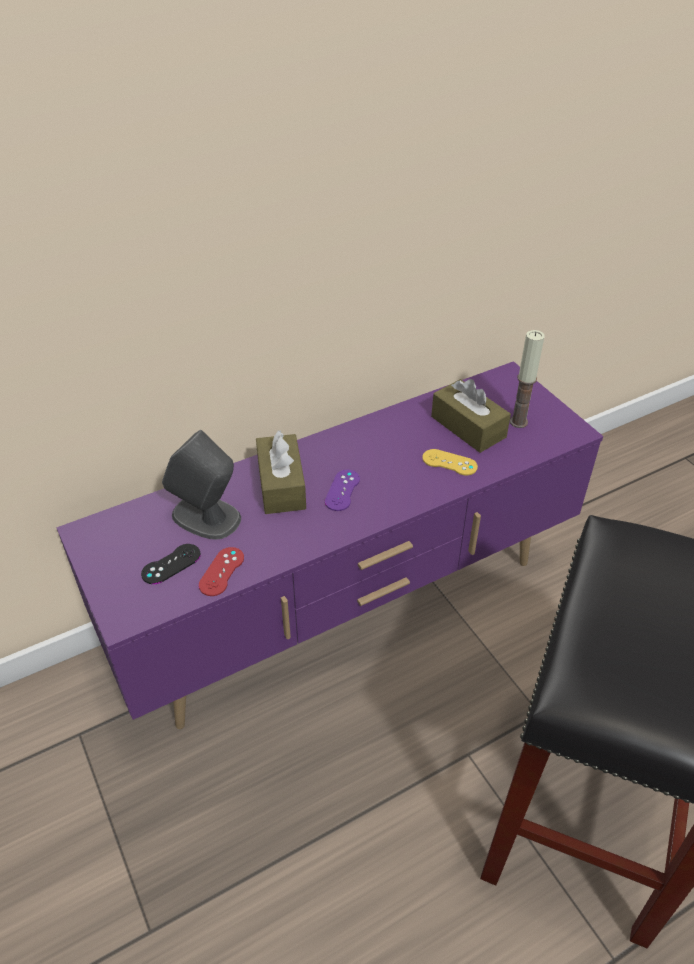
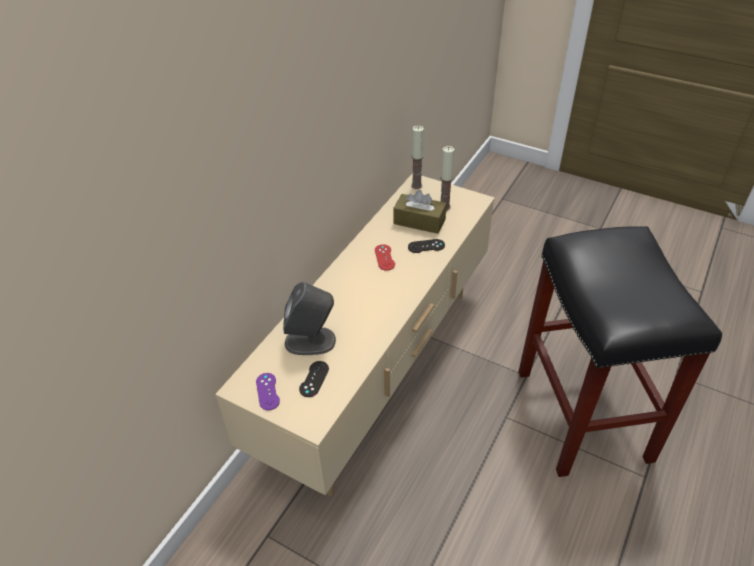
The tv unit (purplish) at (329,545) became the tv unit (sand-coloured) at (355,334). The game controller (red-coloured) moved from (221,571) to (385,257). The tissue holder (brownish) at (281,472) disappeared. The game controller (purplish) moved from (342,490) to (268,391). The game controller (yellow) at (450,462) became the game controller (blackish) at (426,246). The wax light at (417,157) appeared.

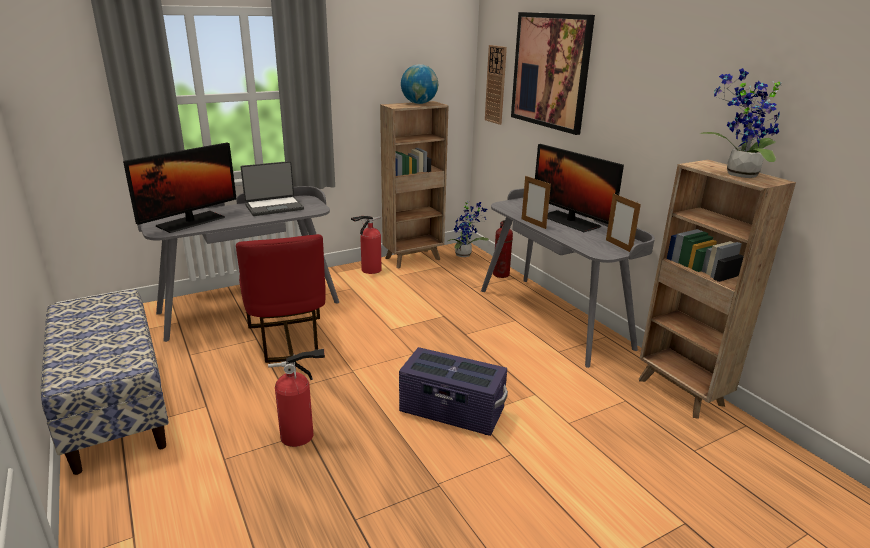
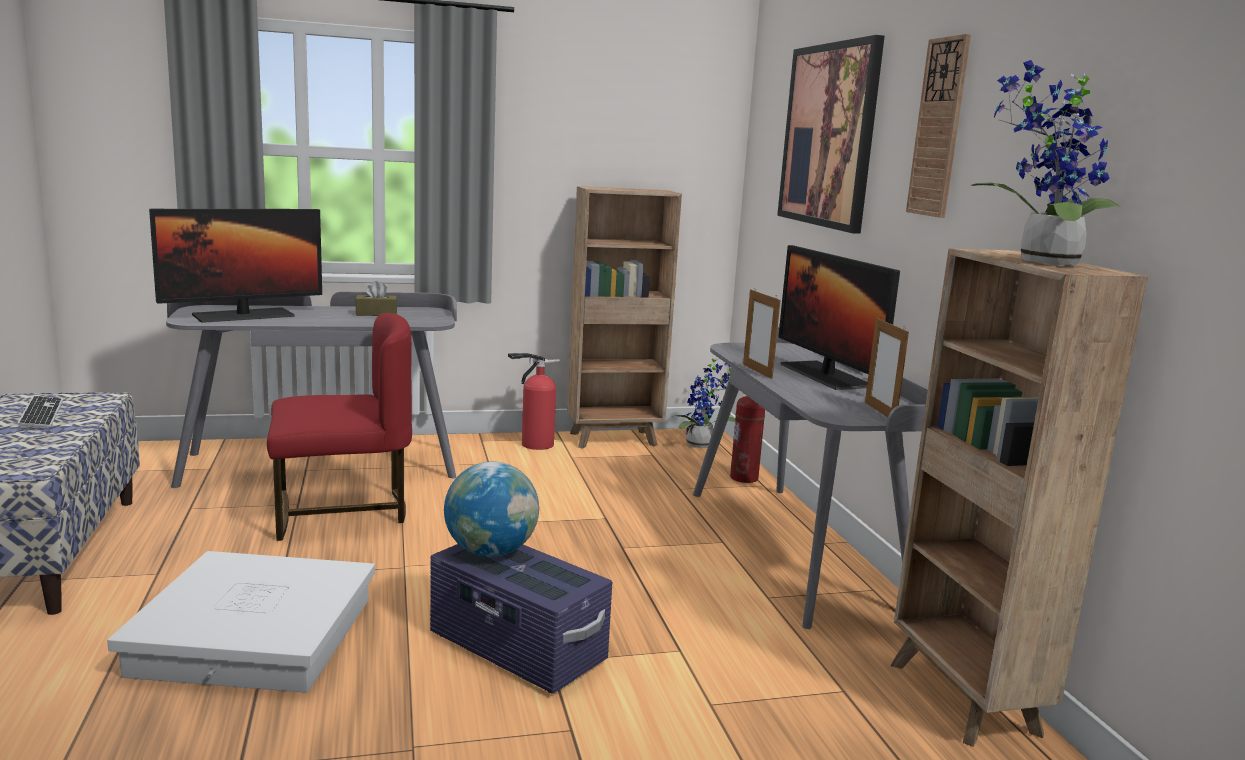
The upright chair (red-coloured) at (281,298) turned 105 degrees counterclockwise. The laptop at (272,188) was replaced by the tissue holder (brownish) at (376,298). The fire-fighting cylinder at (296,398) was replaced by the storage bin (whitish) at (241,622). The desk globe moved from (419,84) to (491,509). The clock on the wall moved from (496,85) to (938,126). The PC keyboard at (40,412) appeared.

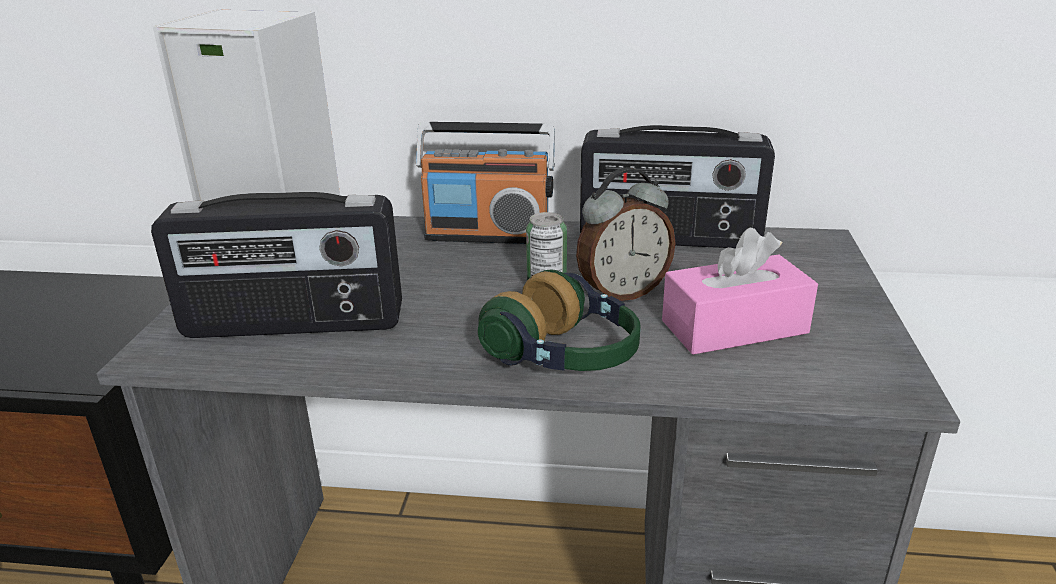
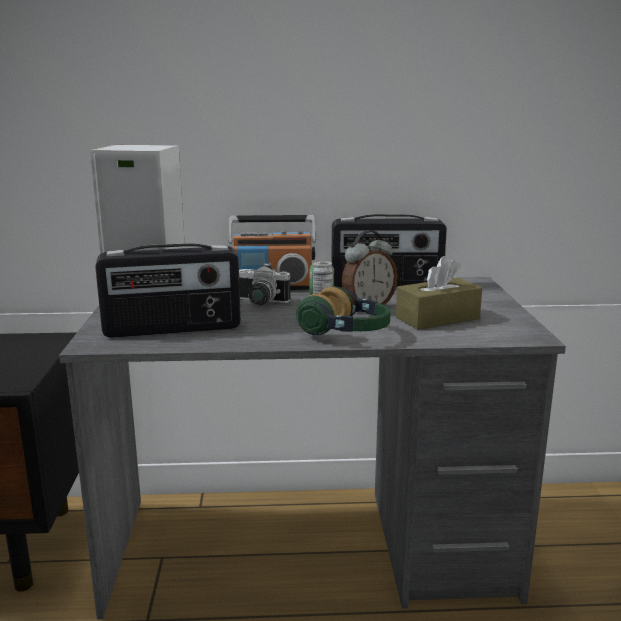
The tissue holder (pink) at (740,291) became the tissue holder (brownish) at (439,293). The still camera at (265,284) appeared.

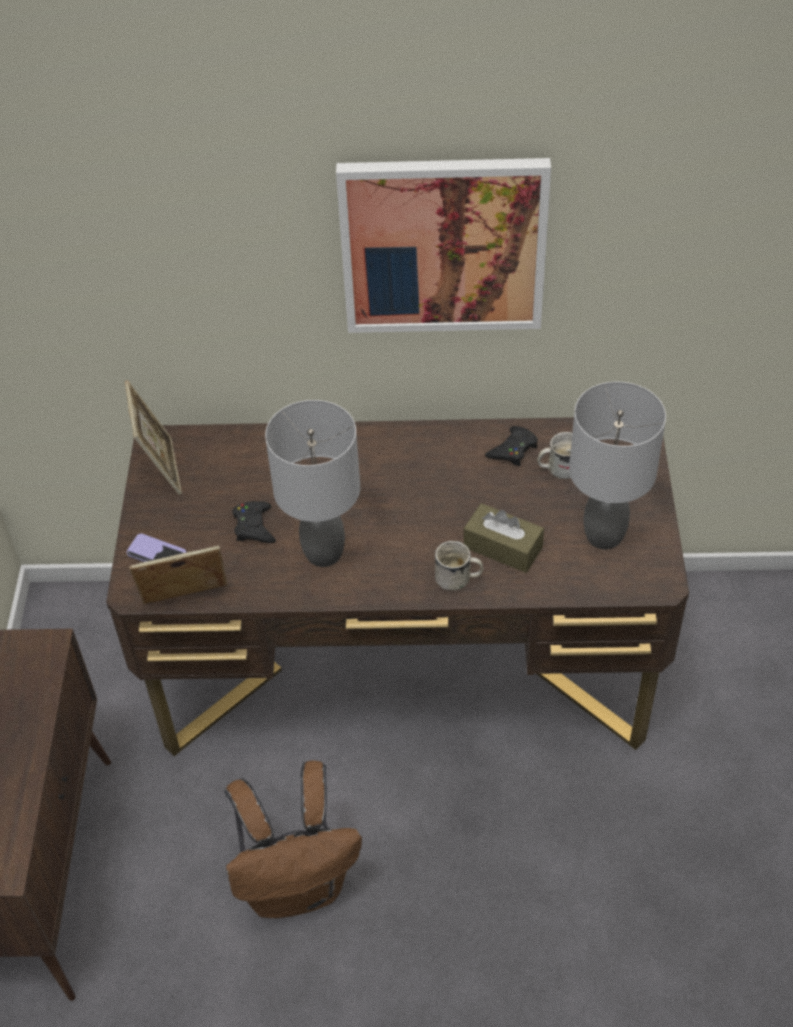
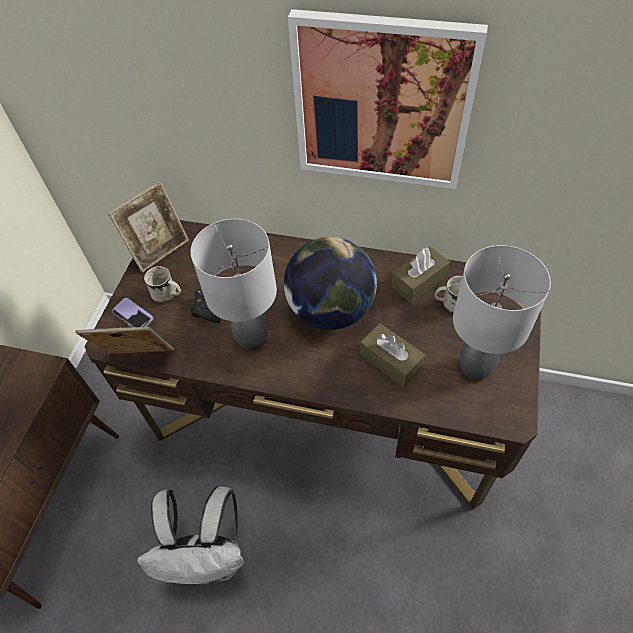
The standing frame at (153,437) turned 45 degrees clockwise. The knapsack (brownish) at (293,839) became the knapsack (whitish) at (190,536). The coffee mug (whitish) moved from (459,565) to (162,284). The game controller (blackish) at (511,446) was replaced by the tissue holder (brownish) at (420,274). The desk globe at (330,283) appeared.

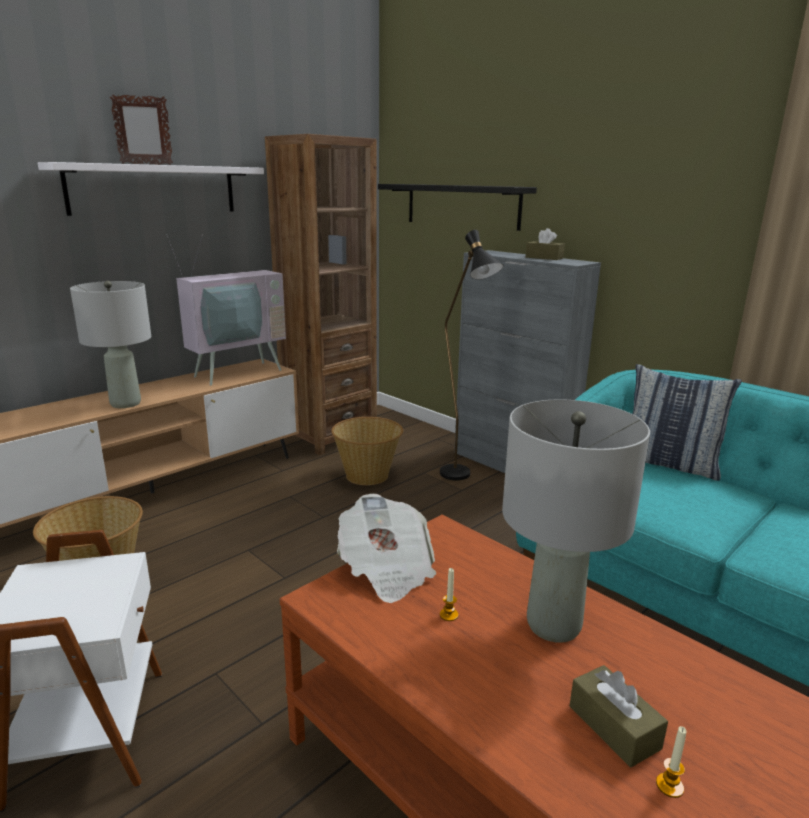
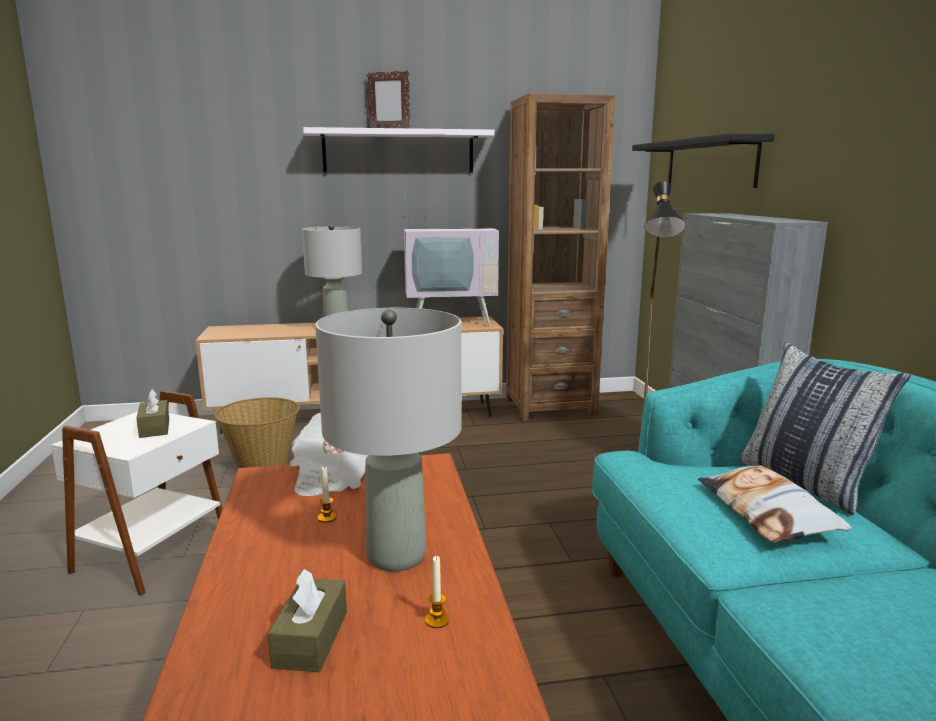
The household basket at (367,451) disappeared. The tissue holder (brownish) moved from (545,244) to (152,413). The wax light moved from (671,762) to (437,592). The pillow at (775,504) appeared.

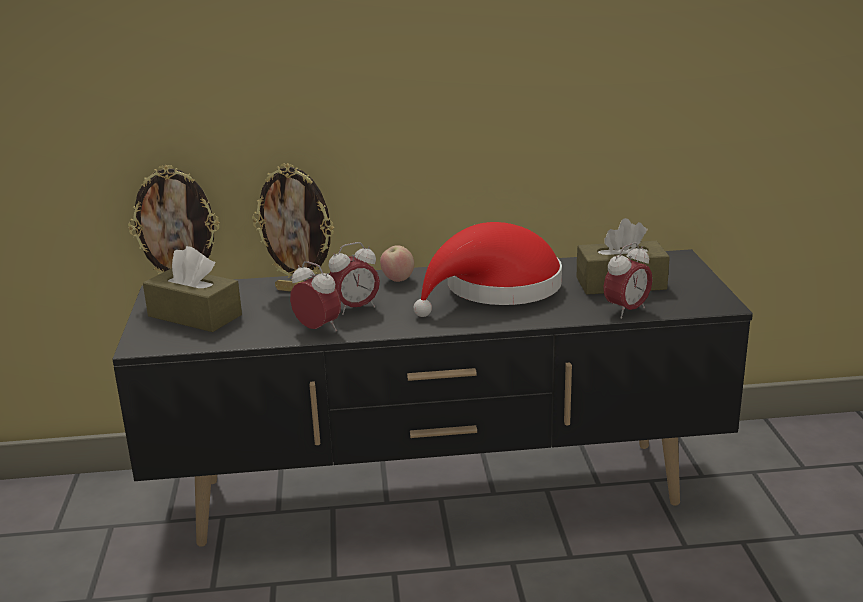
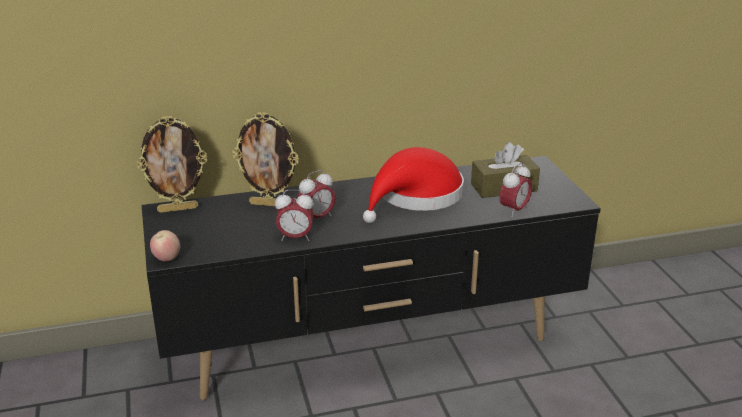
The tissue holder (brownish) at (192,289) disappeared. The table clock at (315,296) turned 150 degrees clockwise. The apple moved from (397,263) to (165,246).

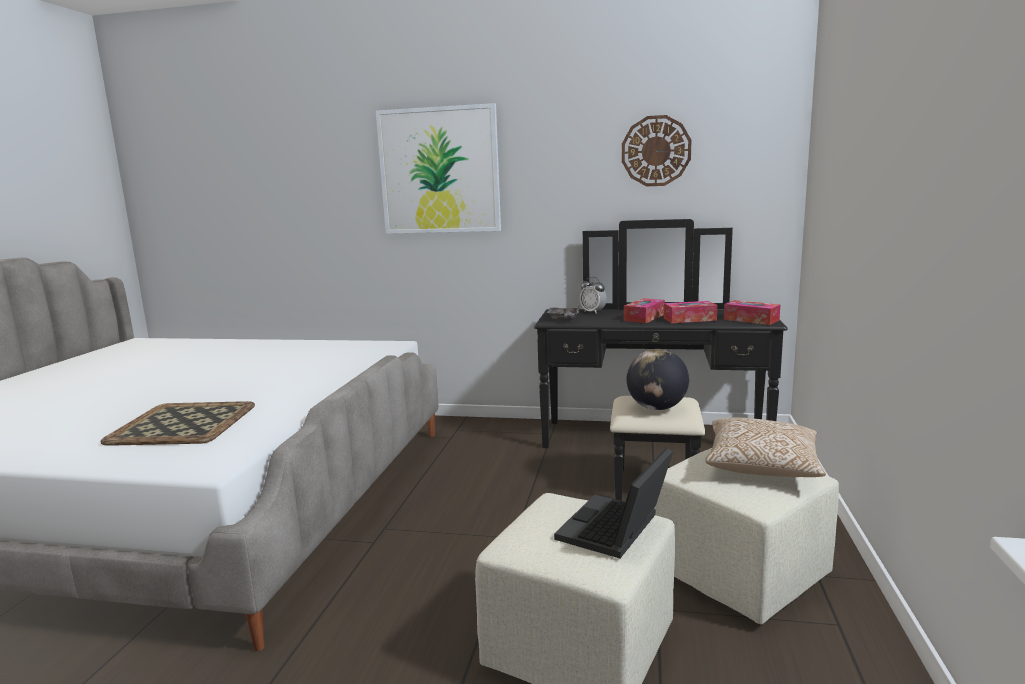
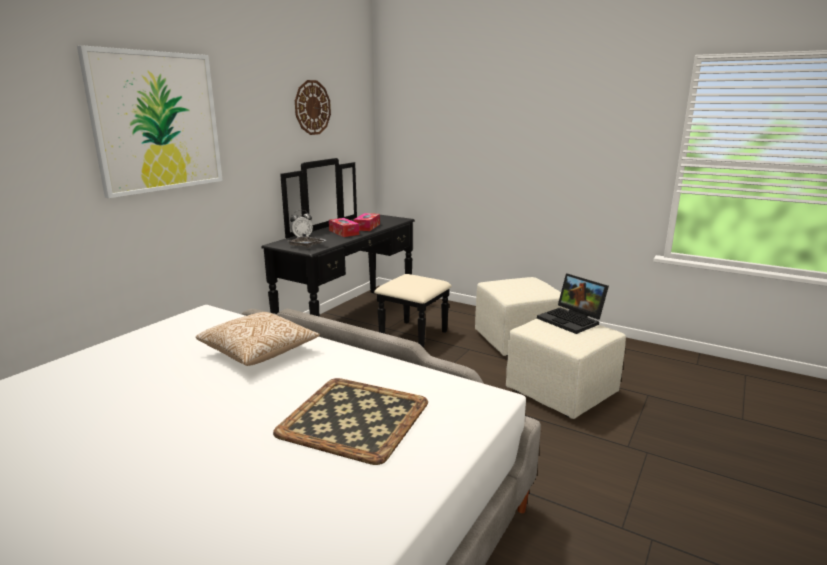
The desk globe at (657,379) disappeared. The pillow moved from (765,447) to (258,339). The tissue holder at (752,312) disappeared.

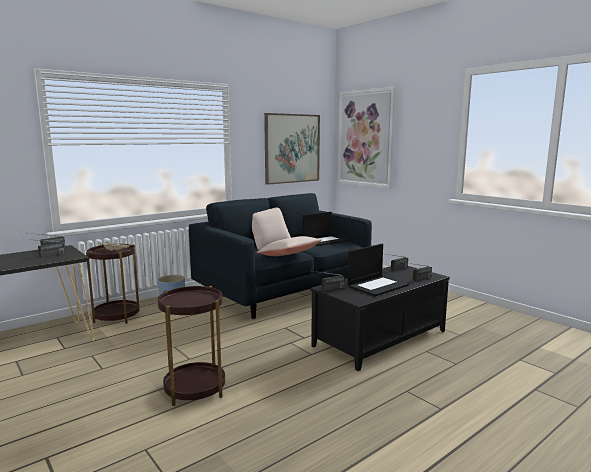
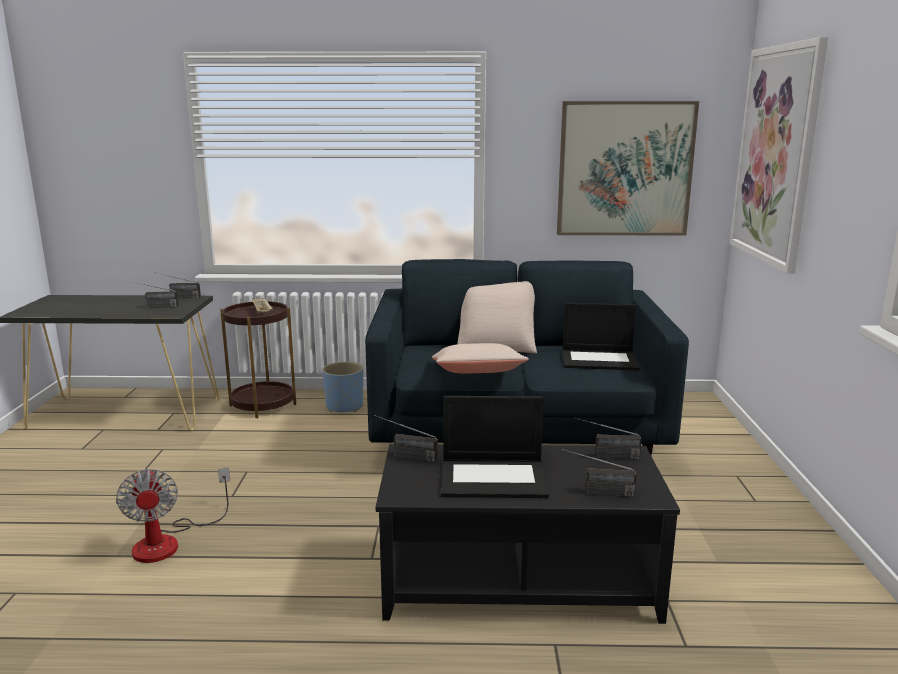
The end table (brownish) at (191,346) was replaced by the electric fan at (173,515).

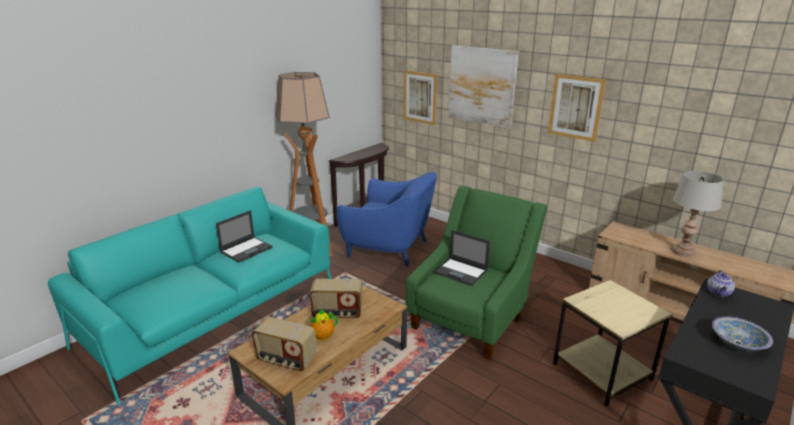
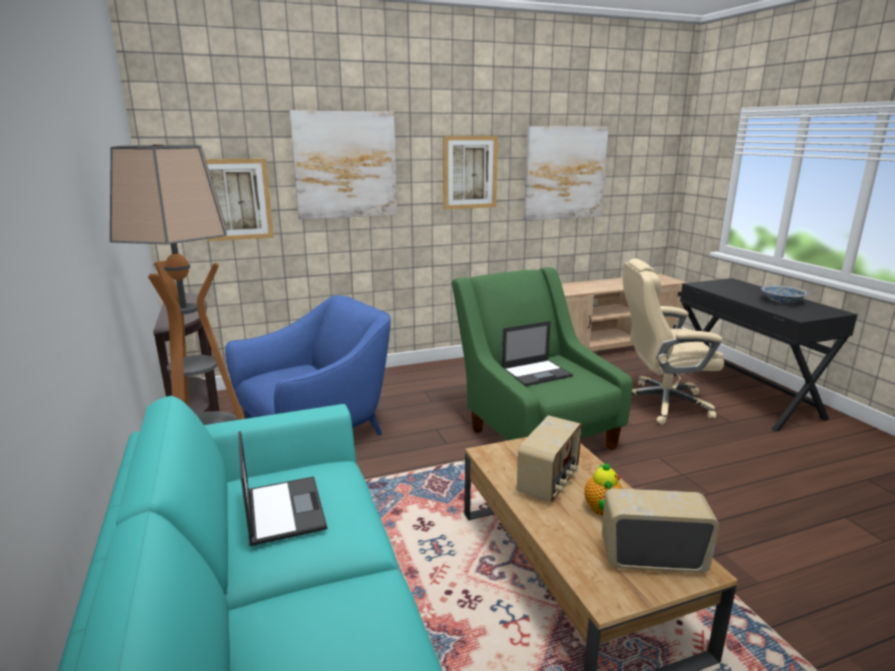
The radio set at (284,344) turned 135 degrees counterclockwise. The end table (sand-coloured) at (612,343) was replaced by the desk chair (sand-coloured) at (673,342). The lamp for a table (gray) at (698,214) disappeared. The tea pot at (721,283) disappeared. The wall picture at (566,174) appeared.

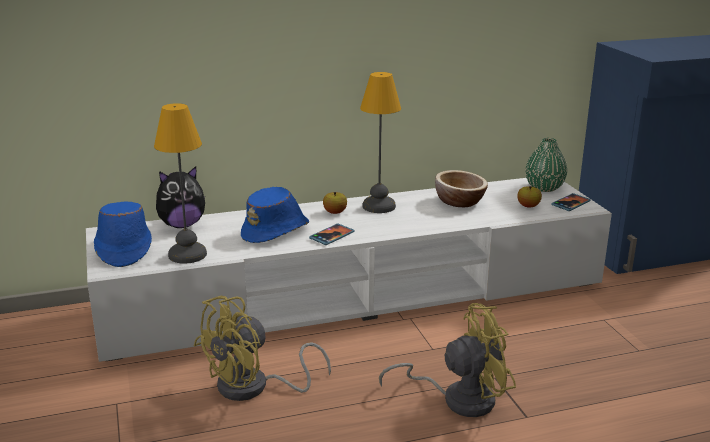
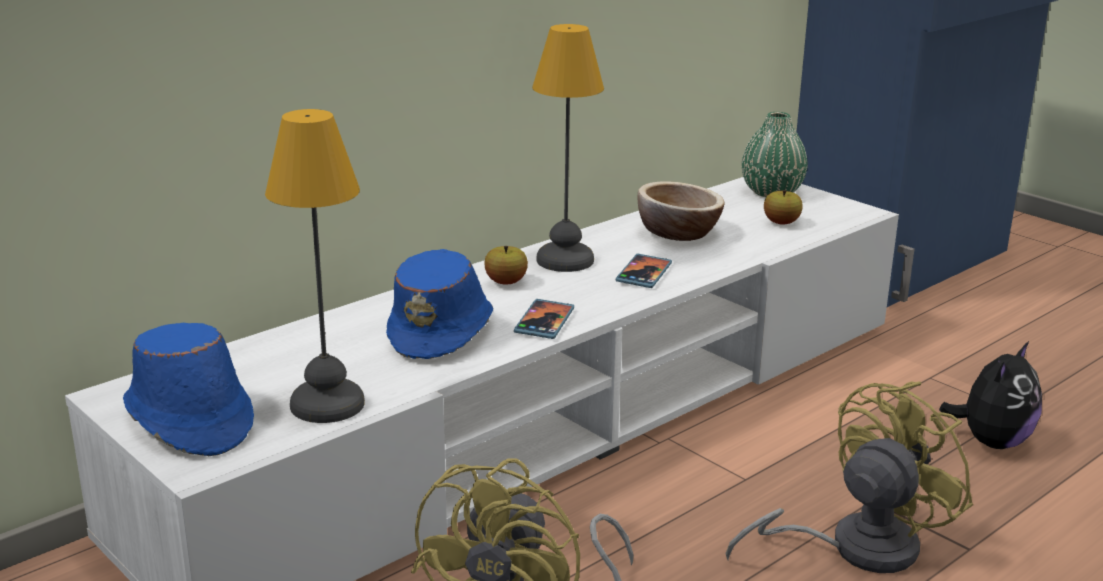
The plush toy moved from (180,197) to (990,395). The telephone moved from (571,202) to (644,271).

